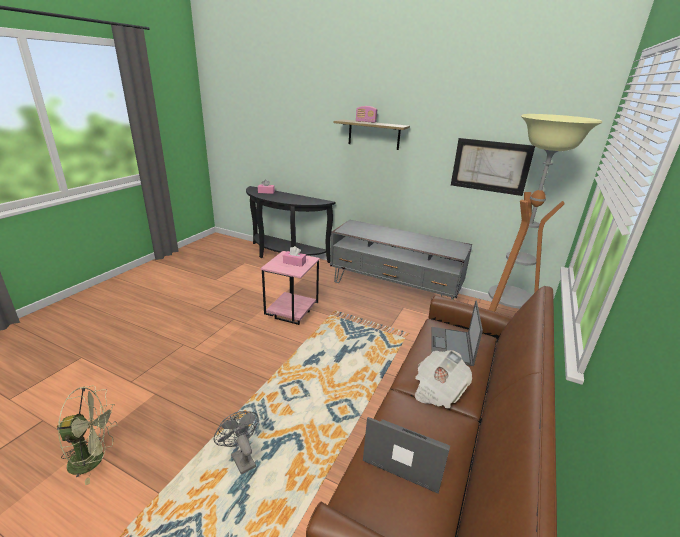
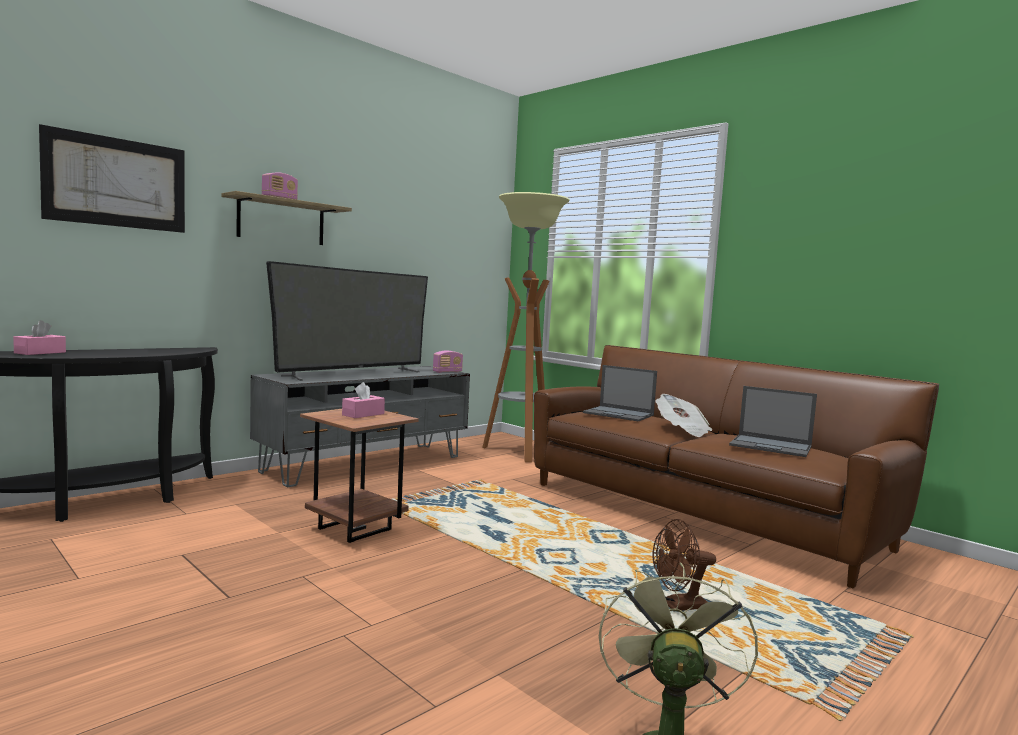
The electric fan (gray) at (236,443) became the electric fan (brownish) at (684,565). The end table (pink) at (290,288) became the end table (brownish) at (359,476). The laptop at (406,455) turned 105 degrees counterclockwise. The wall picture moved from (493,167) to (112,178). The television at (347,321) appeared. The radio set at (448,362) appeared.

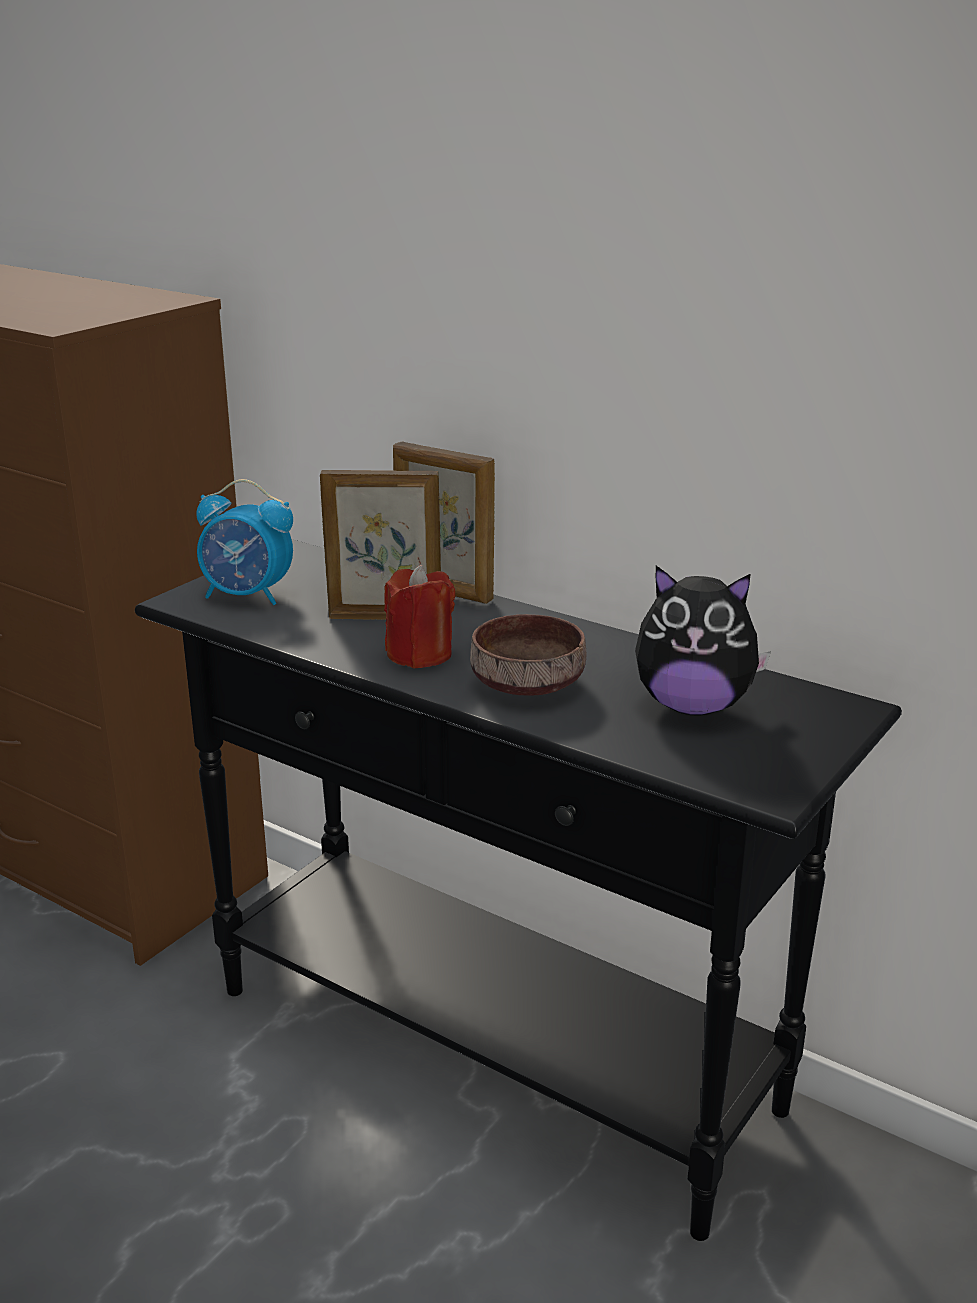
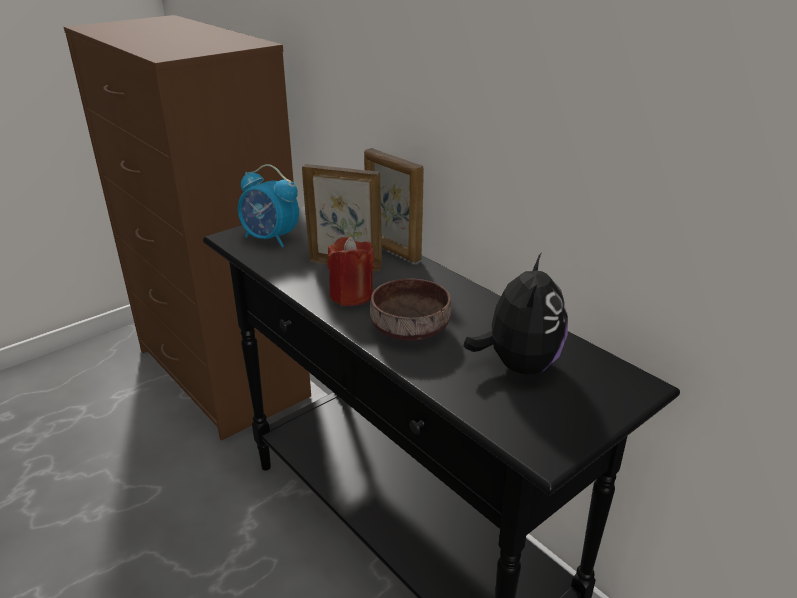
The plush toy at (703,641) turned 105 degrees counterclockwise.

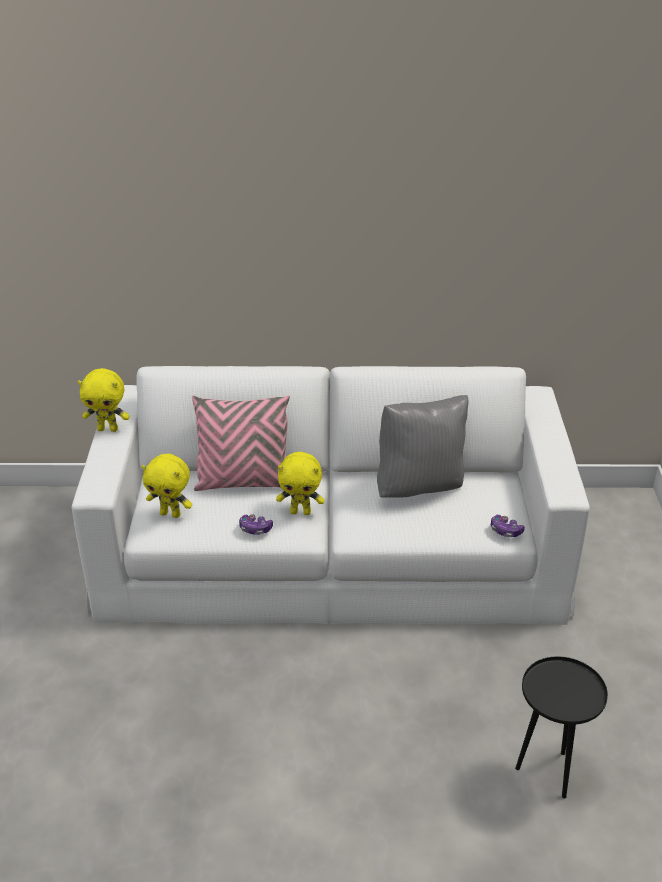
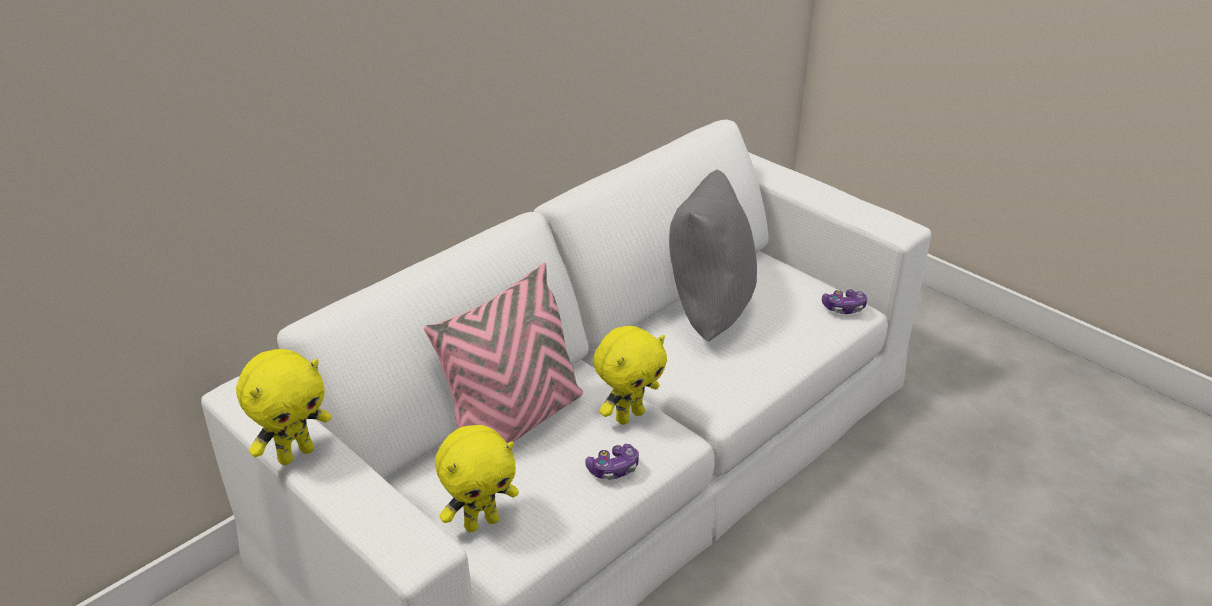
The end table (blackish) at (561,727) disappeared.

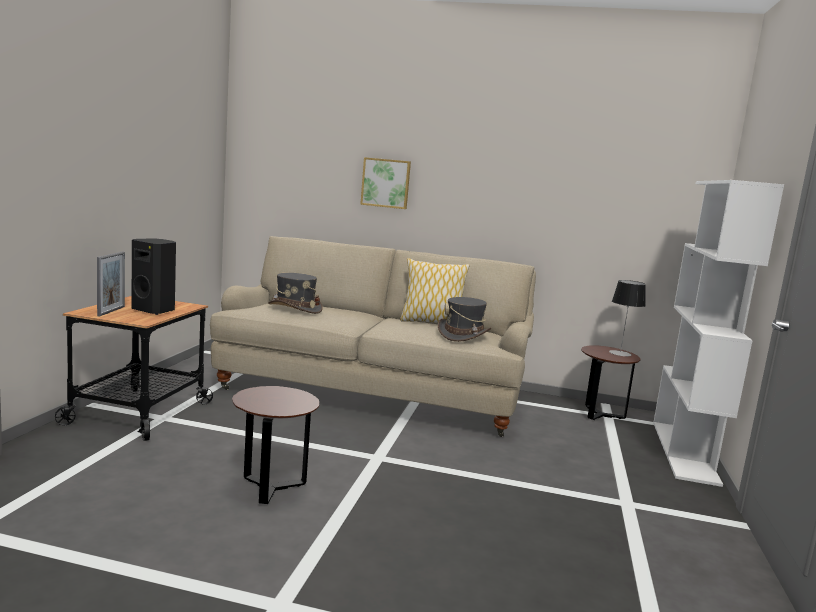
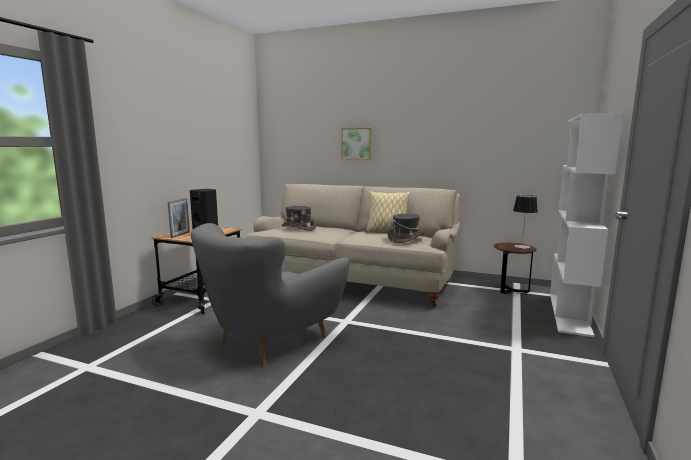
The end table (brownish) at (275,445) was replaced by the lounge chair (gray) at (270,295).

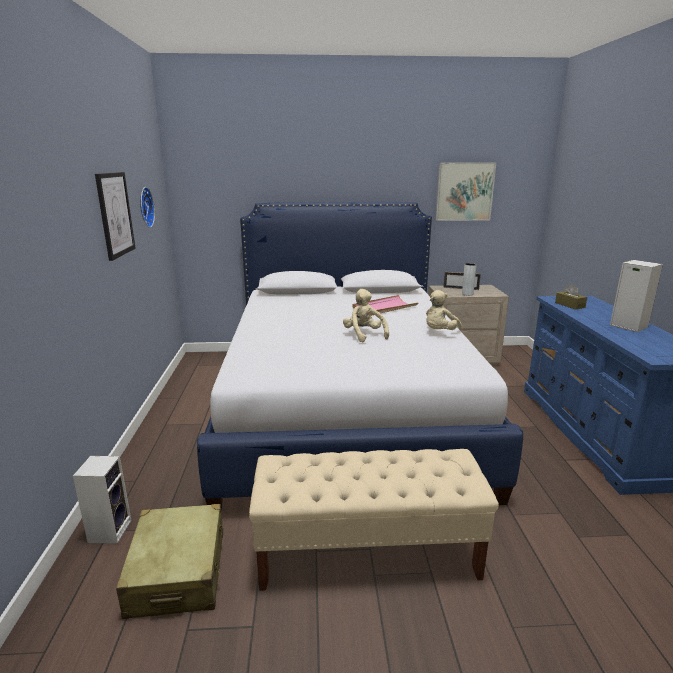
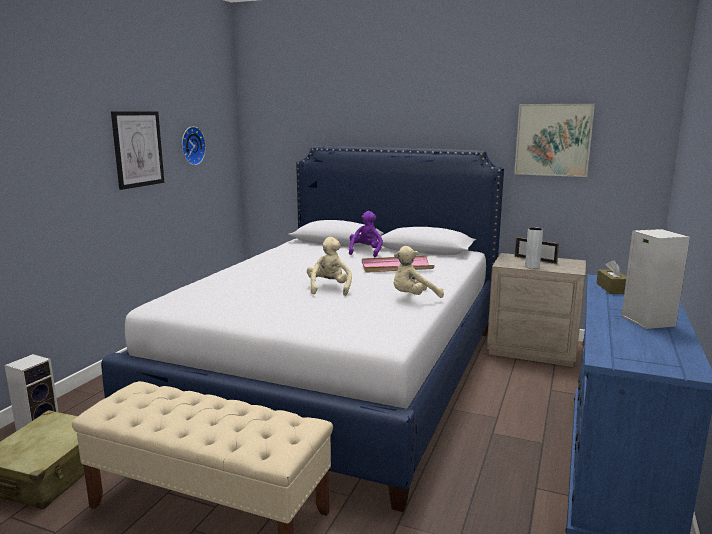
The plush toy (purplish) at (366,234) appeared.

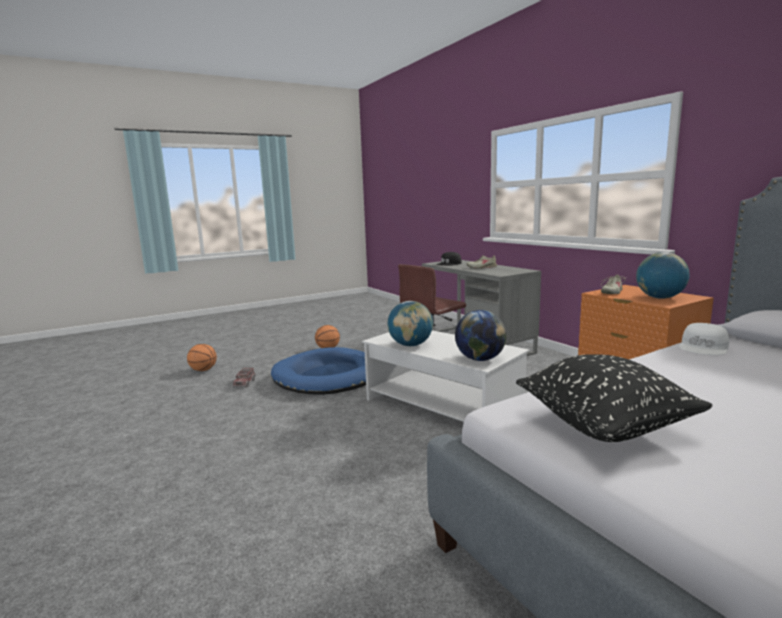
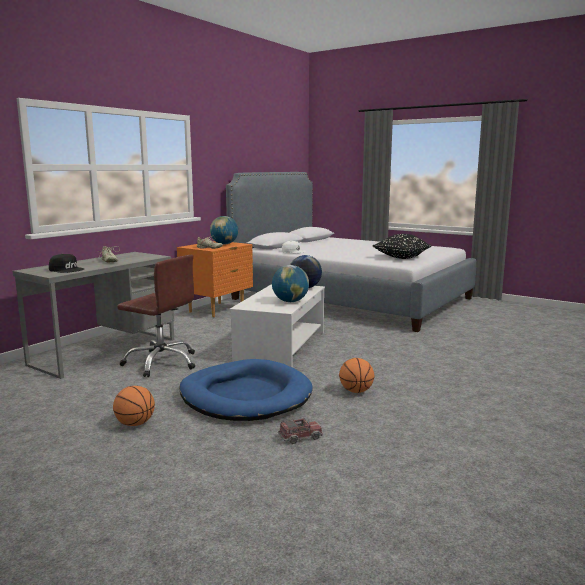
The ball for basketball moved from (202,357) to (356,375).

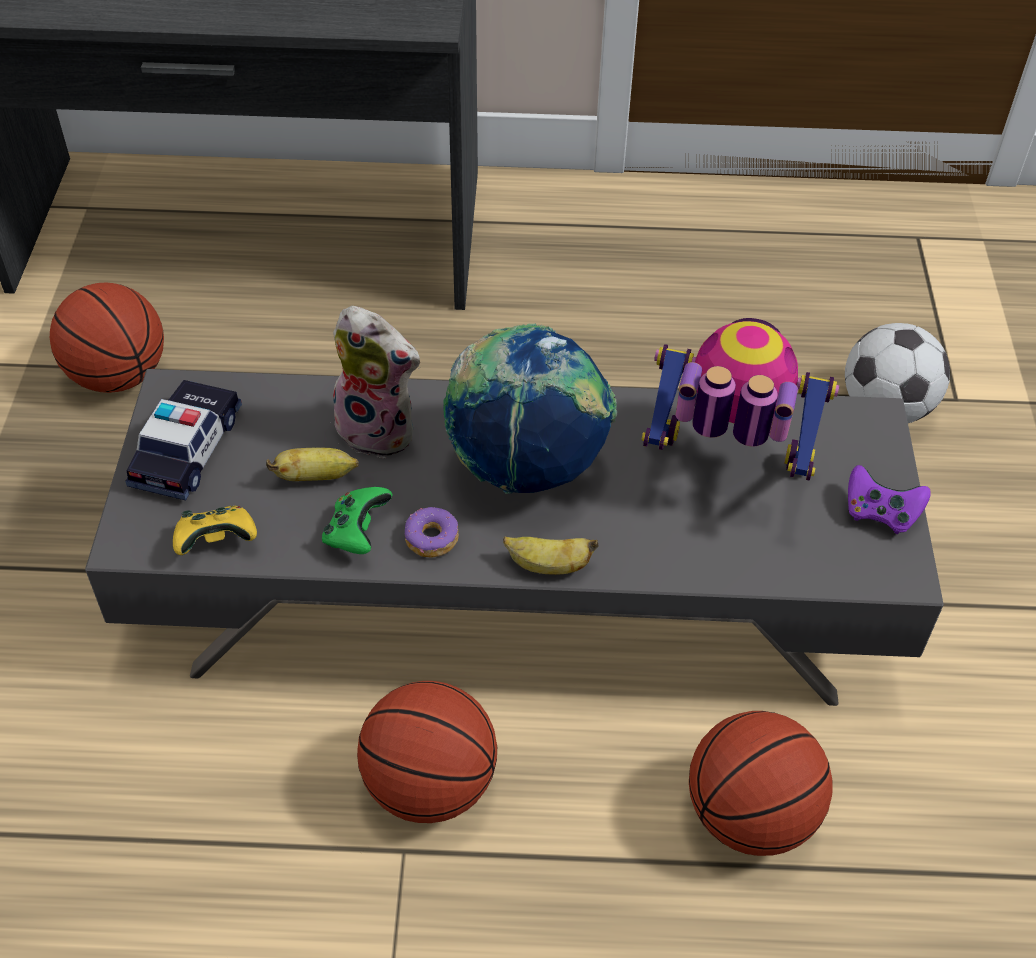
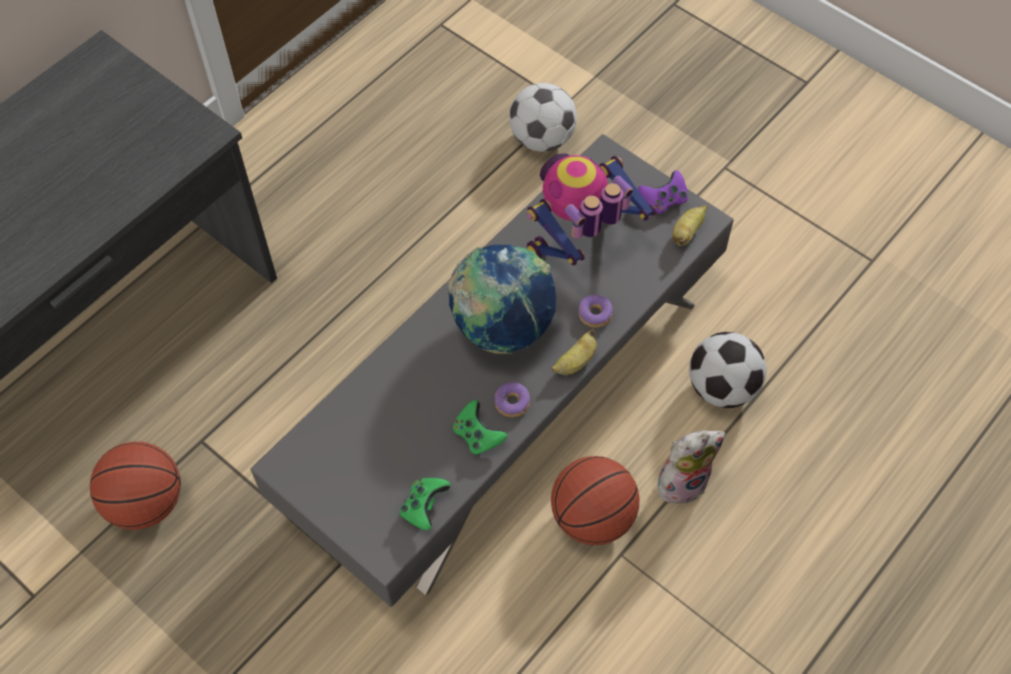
The model car at (183,440) disappeared. The game controller (yellow) at (215,530) became the game controller (green-coloured) at (425,504). The banana fruit moved from (312,464) to (689,225). The plush toy moved from (373,382) to (691,466). The ball for basketball at (761,783) was replaced by the ball for football at (728,370). The ring doughnut at (595,311) appeared.

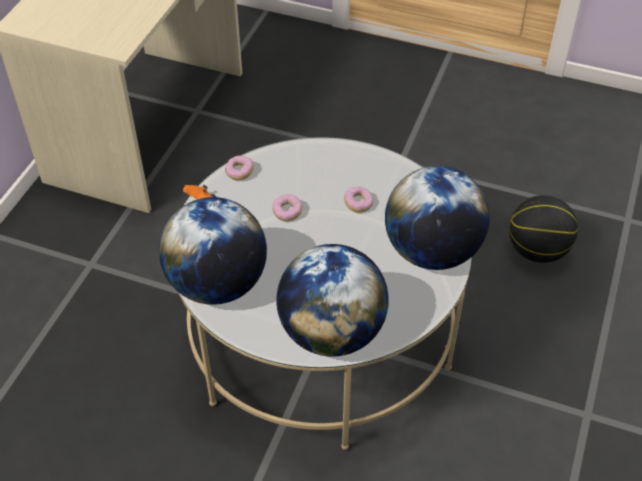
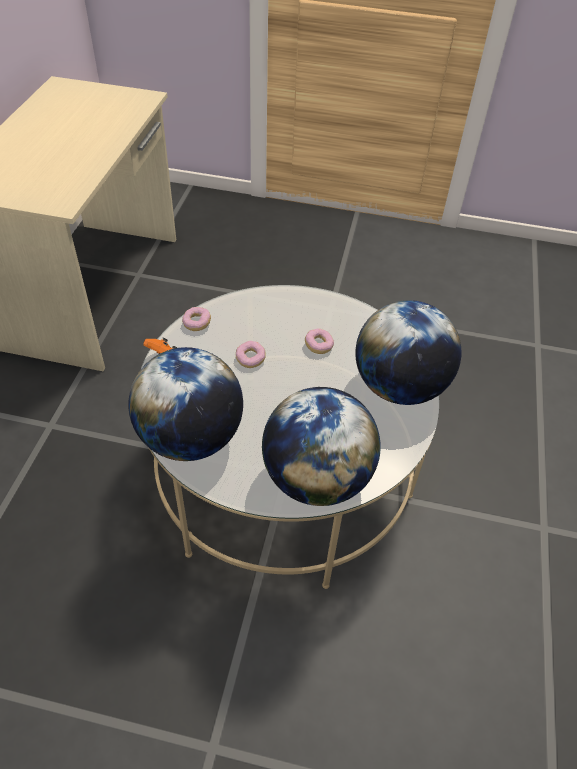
The ball for basketball at (543,229) disappeared.

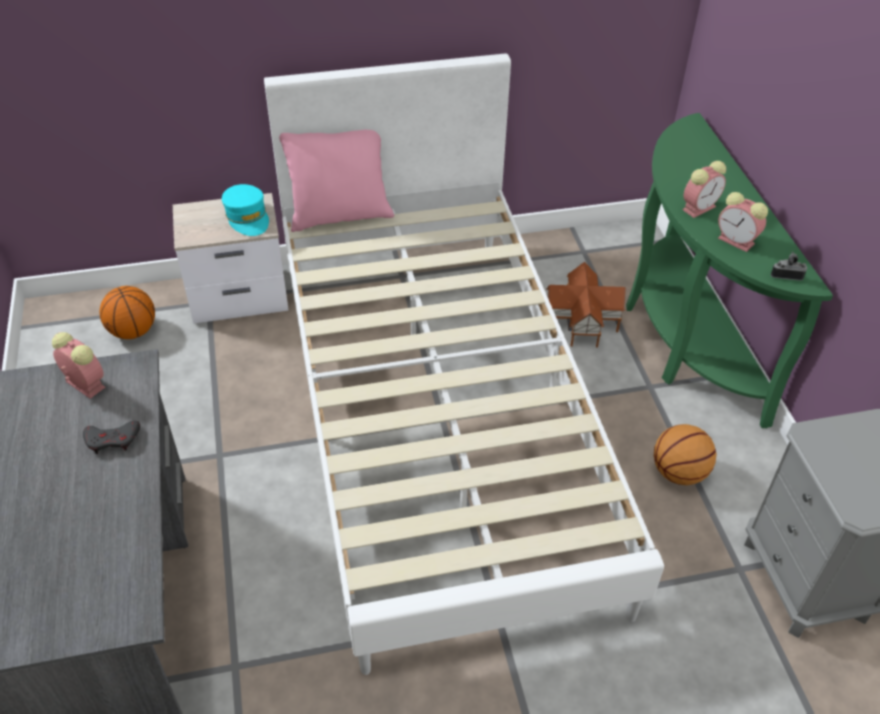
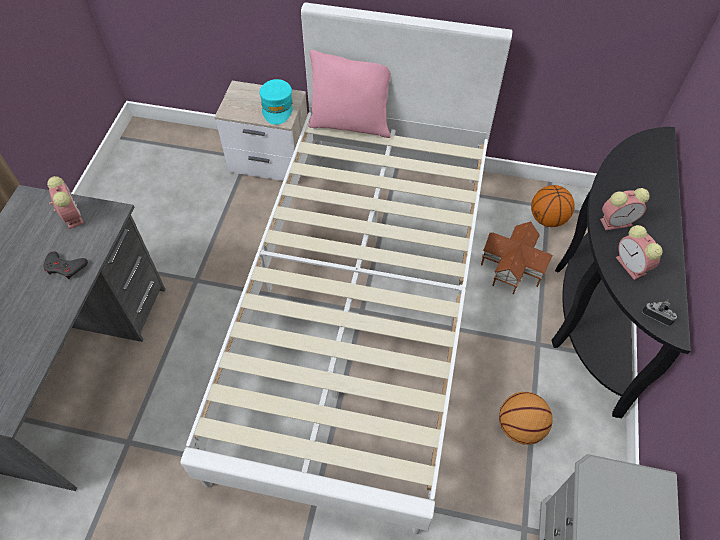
The ball for basketball moved from (127,312) to (553,206). The hall table (green-coloured) at (729,270) became the hall table (blackish) at (621,272).

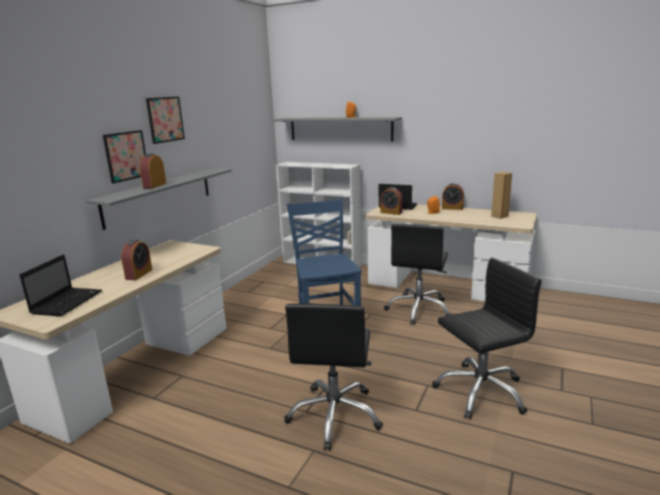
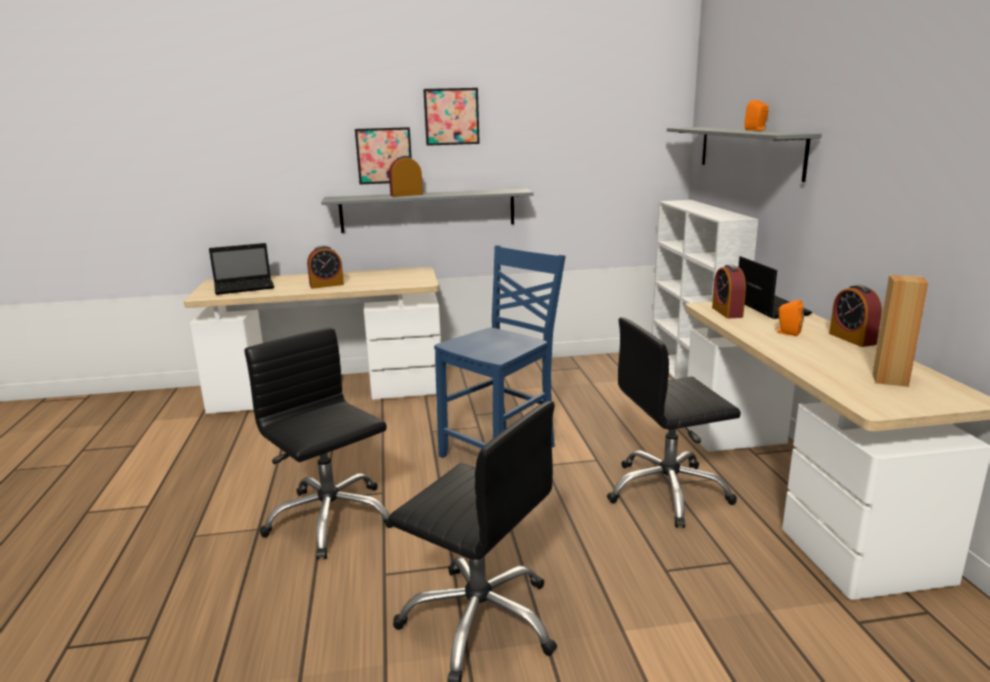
The desk chair (blackish) at (333,377) turned 75 degrees clockwise.

